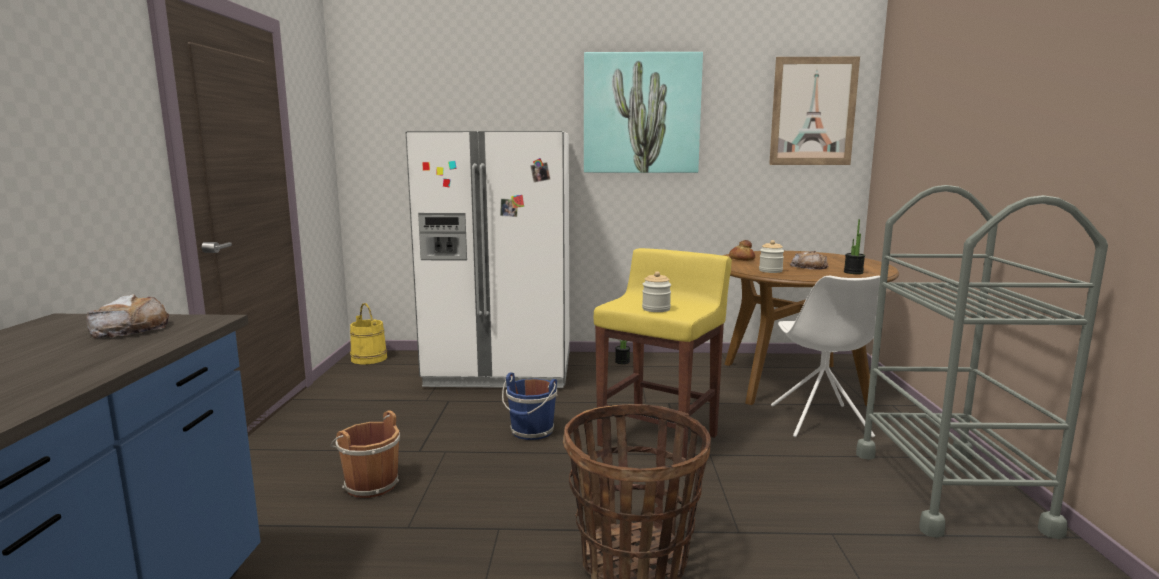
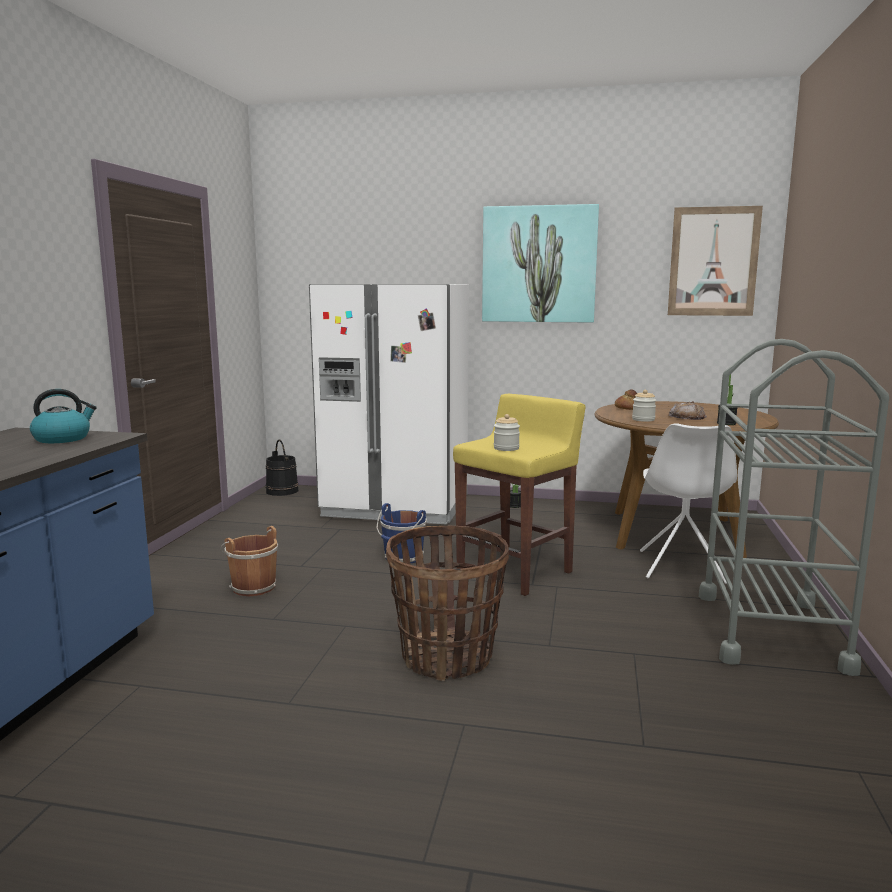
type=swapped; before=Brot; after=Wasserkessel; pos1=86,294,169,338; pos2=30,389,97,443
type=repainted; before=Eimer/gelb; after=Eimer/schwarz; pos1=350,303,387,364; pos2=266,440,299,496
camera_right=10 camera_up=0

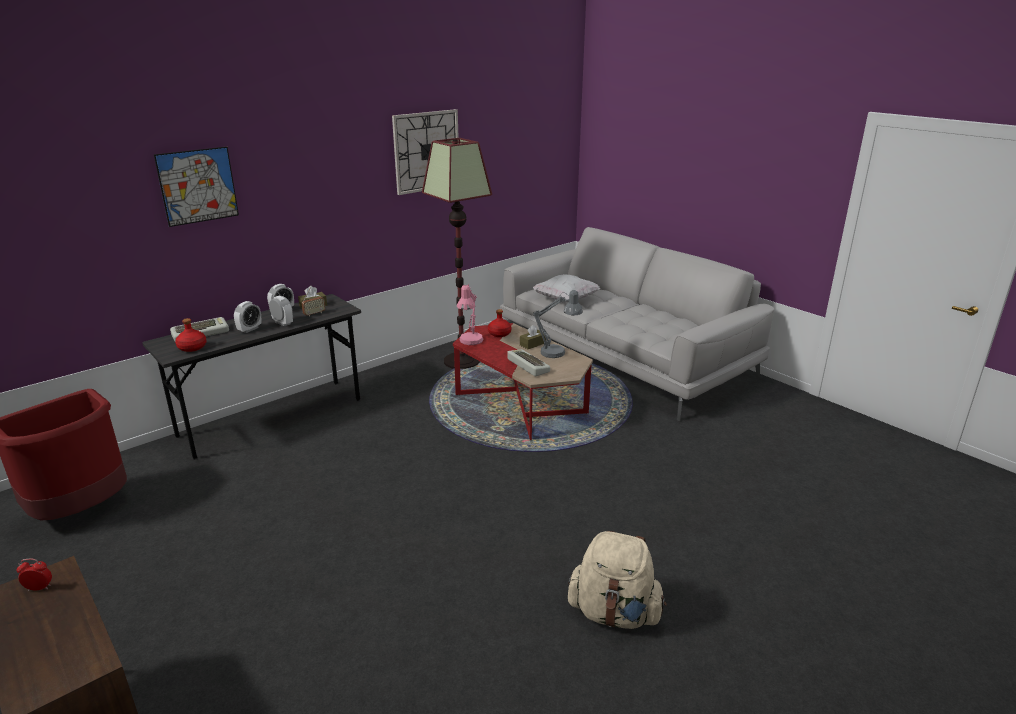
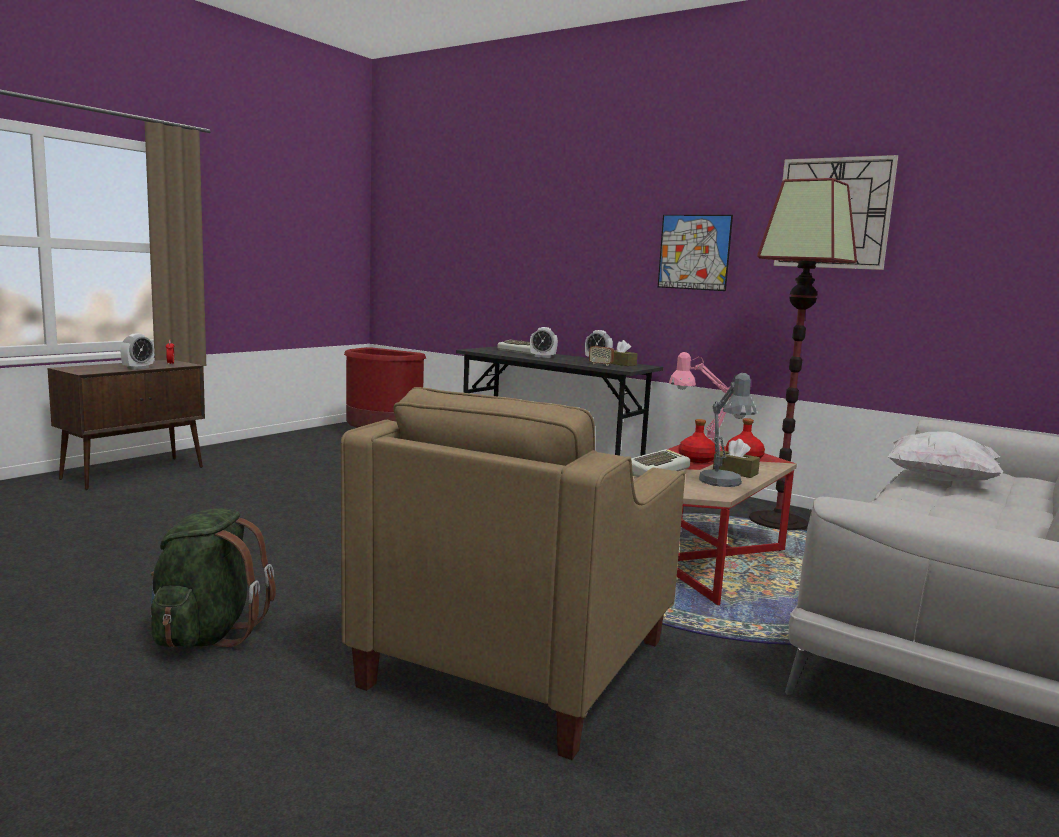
type=shifted; before=Bild; pos1=154,146,239,227; pos2=658,215,733,291
type=shifted; before=Flasche/rot; pos1=175,318,207,352; pos2=678,419,715,463
type=shifted; before=Wecker; pos1=269,296,293,326; pos2=120,334,154,370
type=repainted; before=Rucksack/beige; after=Rucksack/grün; pos1=568,531,667,629; pos2=151,508,276,648
type=new; after=Sessel/beige; pos2=341,387,685,760
camera_right=75 camera_up=-15

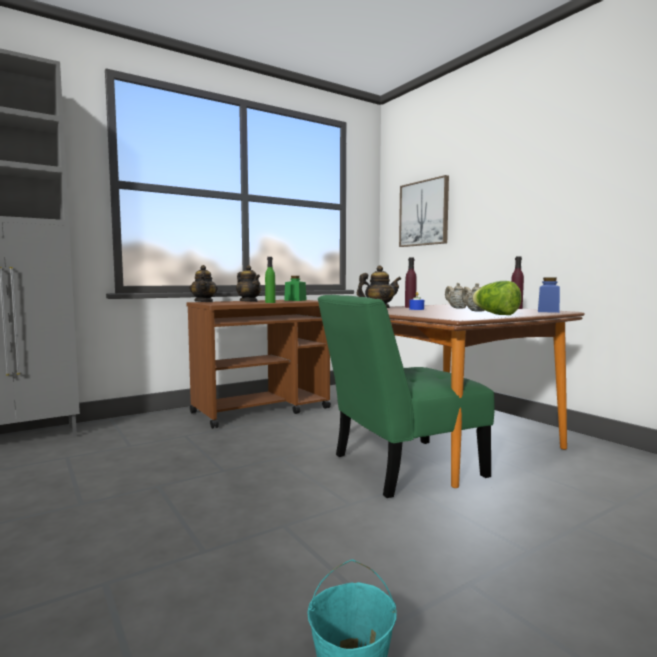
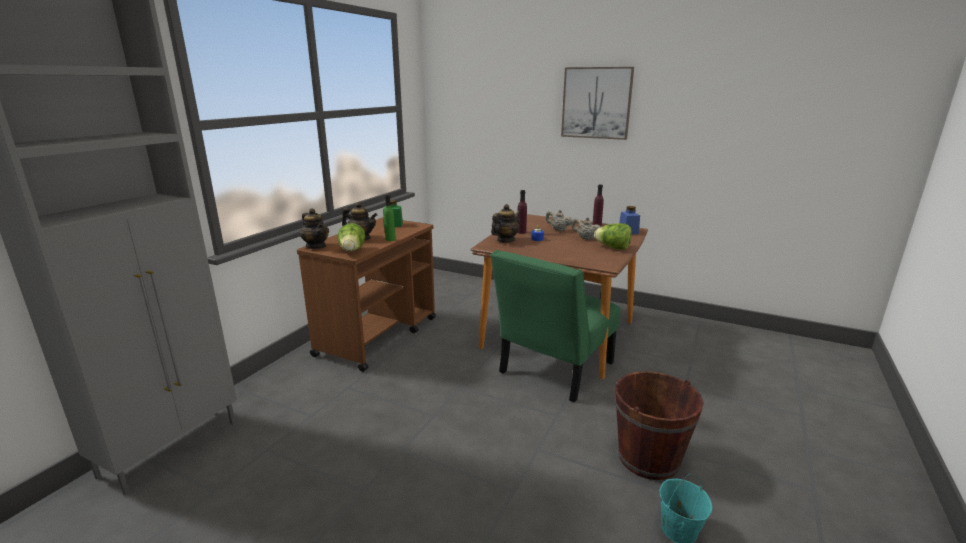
type=shifted; before=Bild; pos1=399,175,449,247; pos2=561,67,634,140
type=new; after=Salatkopf; pos2=337,223,365,252
type=new; after=Eimer/braun; pos2=615,371,704,480
camera_right=-30 camera_up=15

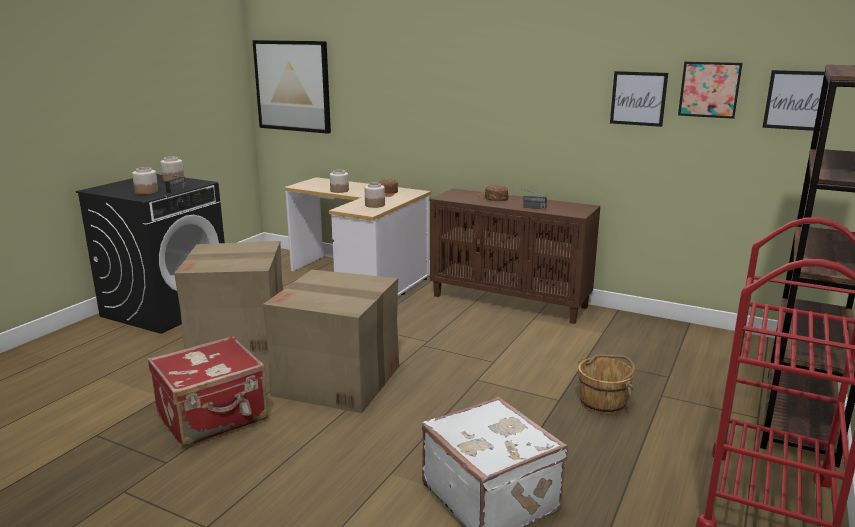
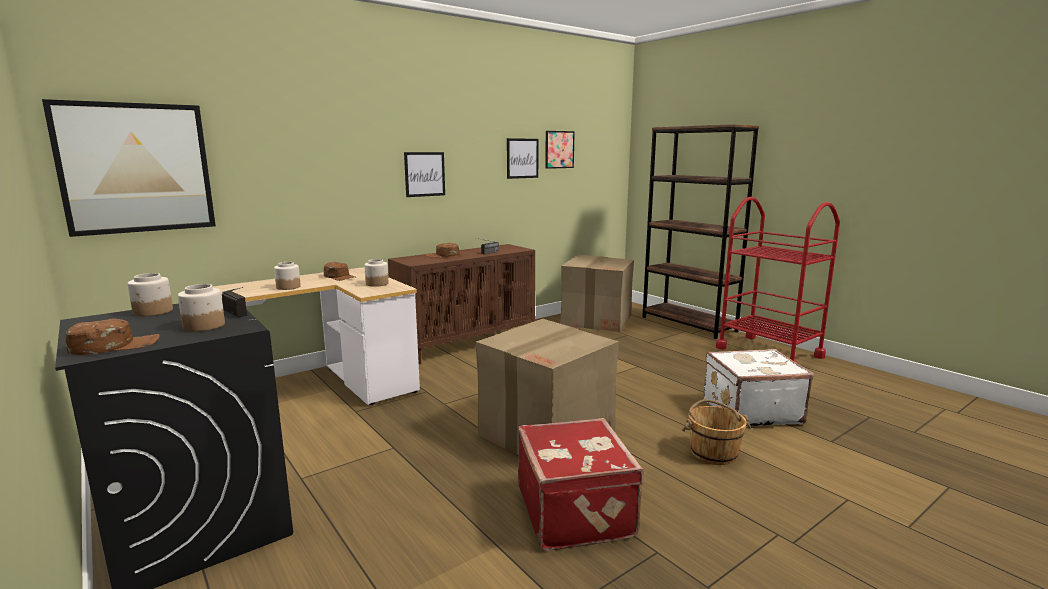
type=shifted; before=Karton; pos1=174,241,283,355; pos2=560,255,634,332
type=shifted; before=Eimer/braun; pos1=578,354,635,415; pos2=682,399,751,465
type=shifted; before=Bild; pos1=762,70,829,131; pos2=404,152,445,197
type=new; after=Kappe/braun; pos2=65,319,160,355
camera_right=-65 camera_up=-5

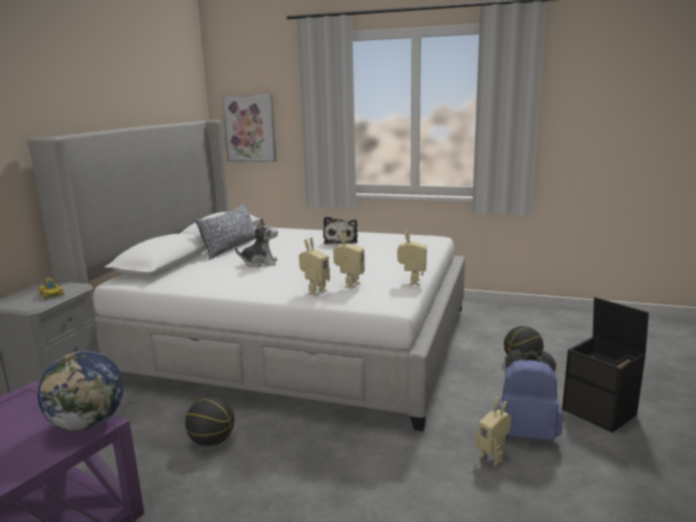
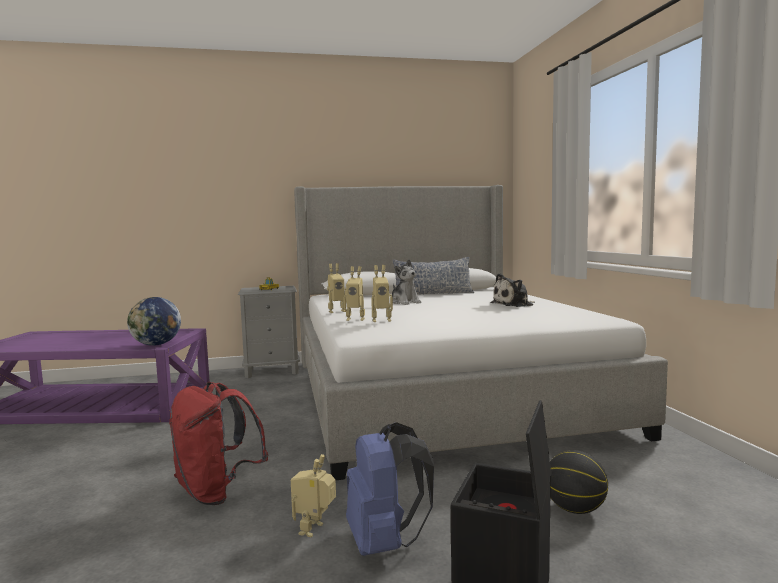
type=gone; before=Basketball; pos1=185,397,234,446
type=gone; before=Bild; pos1=222,95,277,162
type=shifted; before=Spielzeugroboter; pos1=397,230,427,285; pos2=327,263,347,313
type=new; after=Rucksack/rot; pos2=169,382,268,505
camera_right=60 camera_up=-10

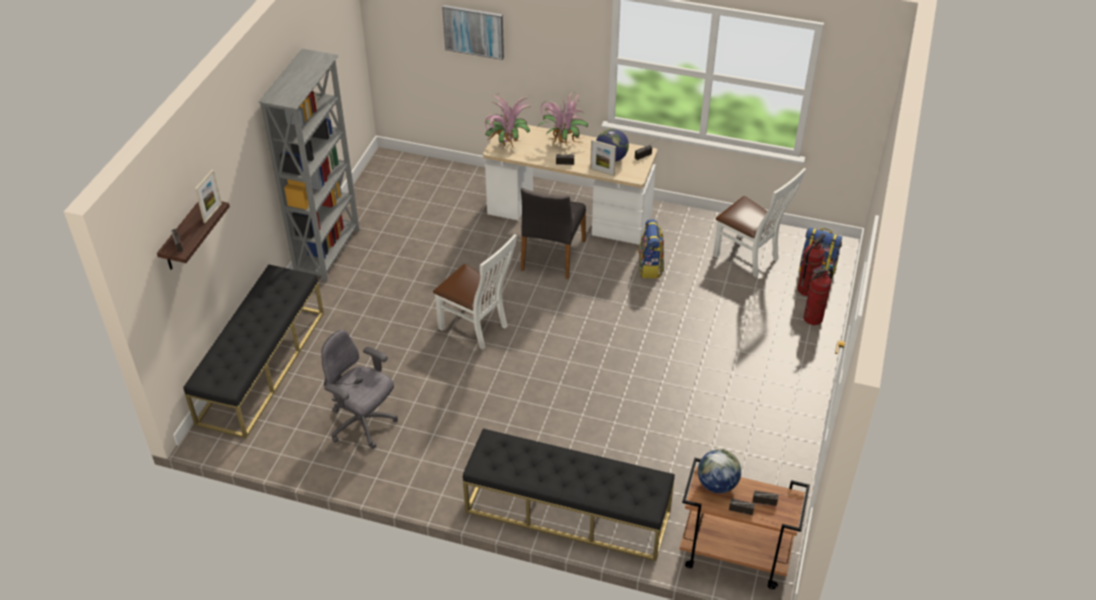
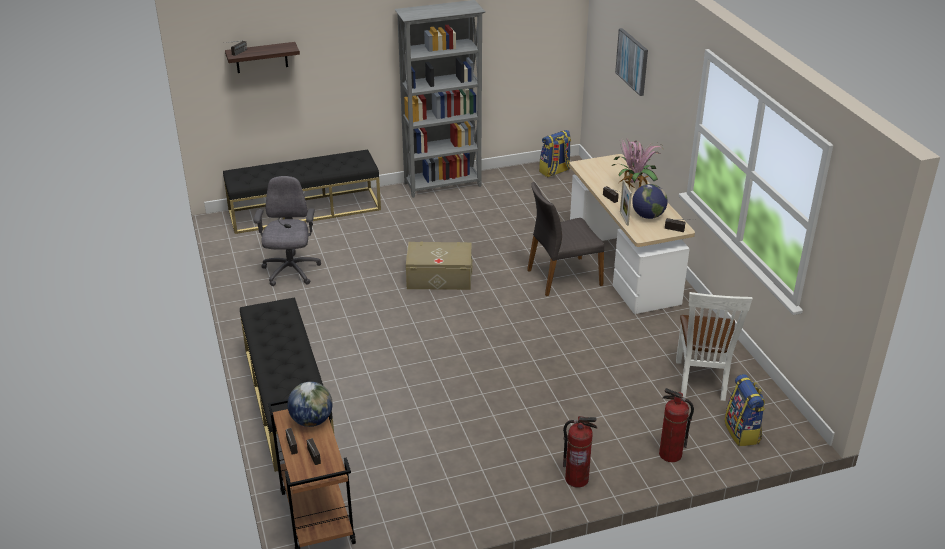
type=gone; before=Bilderrahmen; pos1=195,170,222,223
type=swapped; before=Stuhl/weiß; after=Aufbewahrungsbox/beige; pos1=433,234,517,350; pos2=406,242,472,290
type=gone; before=Topfpflanze; pos1=485,94,531,149
type=shifted; before=Rucksack; pos1=638,219,664,278; pos2=539,130,571,177
type=shifted; before=Feuerlöscher; pos1=797,233,825,296; pos2=563,416,597,488
camera_right=55 camera_up=-10

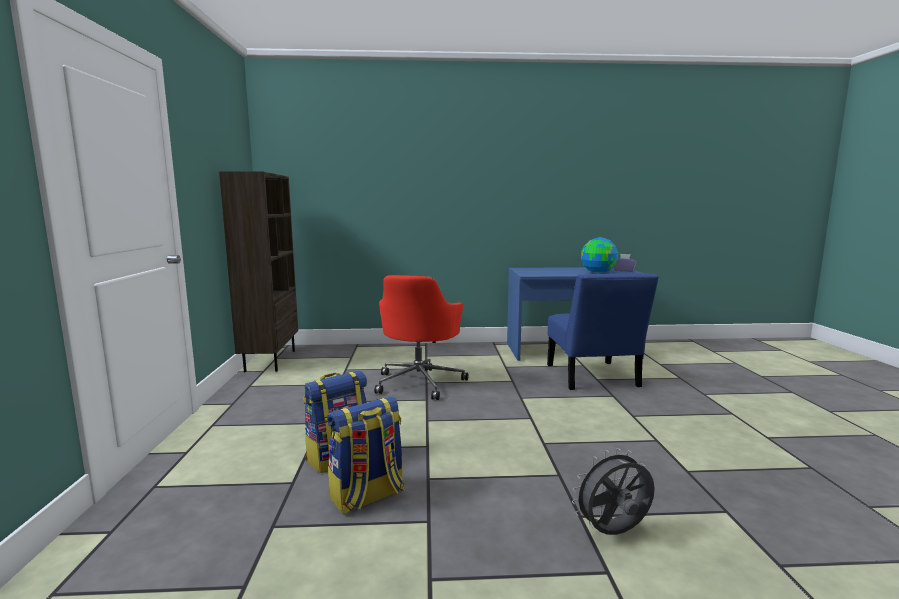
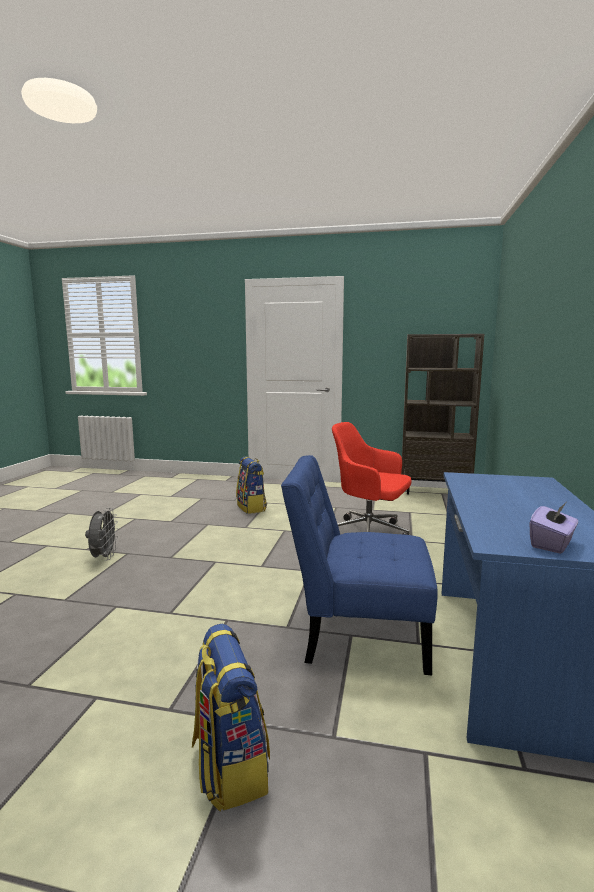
type=shifted; before=Rucksack; pos1=327,396,404,514; pos2=192,624,270,811
type=gone; before=Globus; pos1=581,238,618,273
camera_right=105 camera_up=0

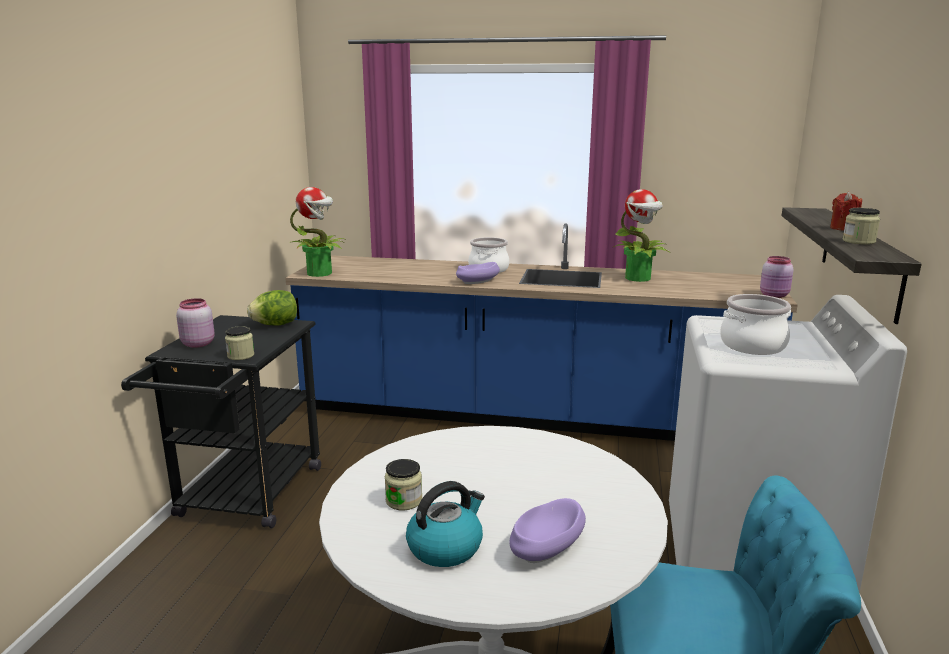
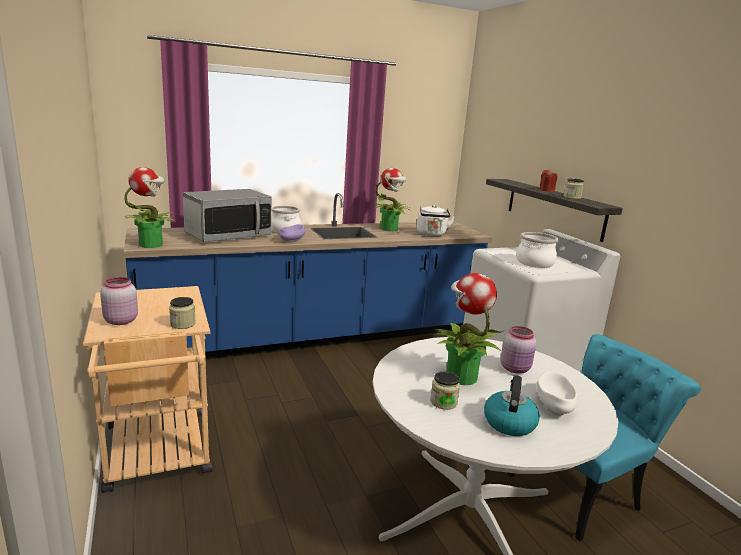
type=repainted; before=Rollwagen/schwarz; after=Rollwagen/beige; pos1=121,315,321,529; pos2=83,286,212,493
type=gone; before=Salatkopf; pos1=247,290,297,326
type=repainted; before=Schüssel/lila; after=Schüssel/weiß; pos1=509,498,586,563; pos2=537,371,577,416
type=shifted; before=Vorratsglas/rosa; pos1=760,256,794,298; pos2=500,326,536,374
type=new; after=Mikrowelle; pos2=183,189,272,242
type=new; after=Wasserkessel/weiß; pos2=417,205,455,237
type=new; after=Topfpflanze; pos2=435,273,505,385
camera_right=-35 camera_up=0

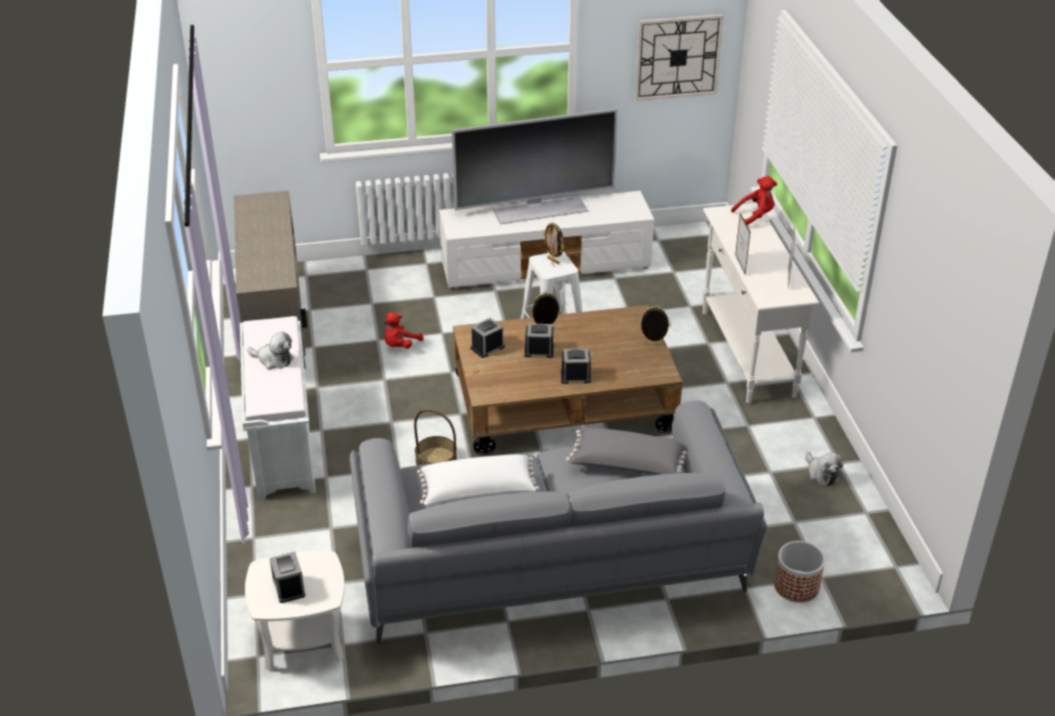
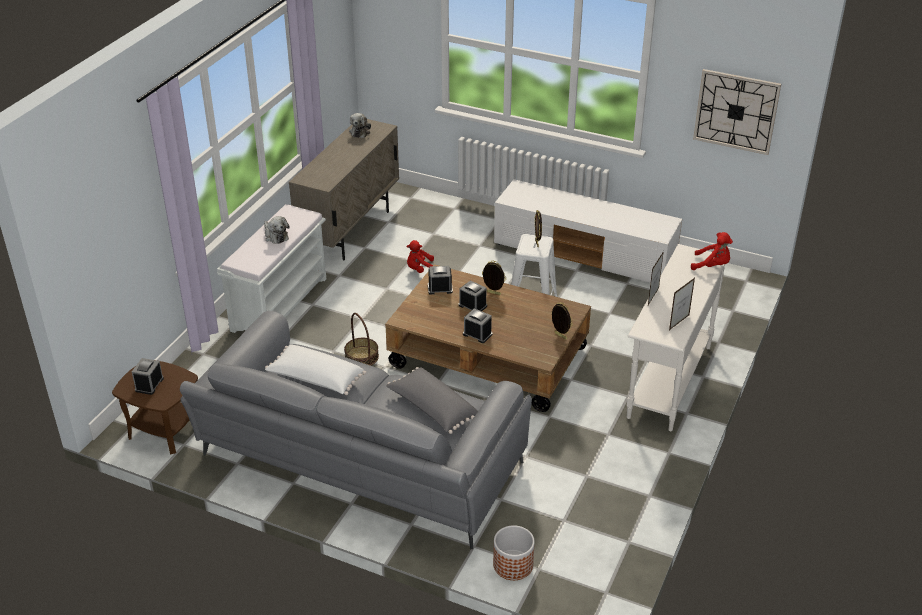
type=repainted; before=Beistelltisch/weiß; after=Beistelltisch/braun; pos1=245,551,345,672; pos2=112,360,198,455
type=gone; before=Fernseher; pos1=452,109,618,224
type=shifted; before=Plüschtier; pos1=806,451,843,487; pos2=349,113,371,138
camera_right=35 camera_up=0

